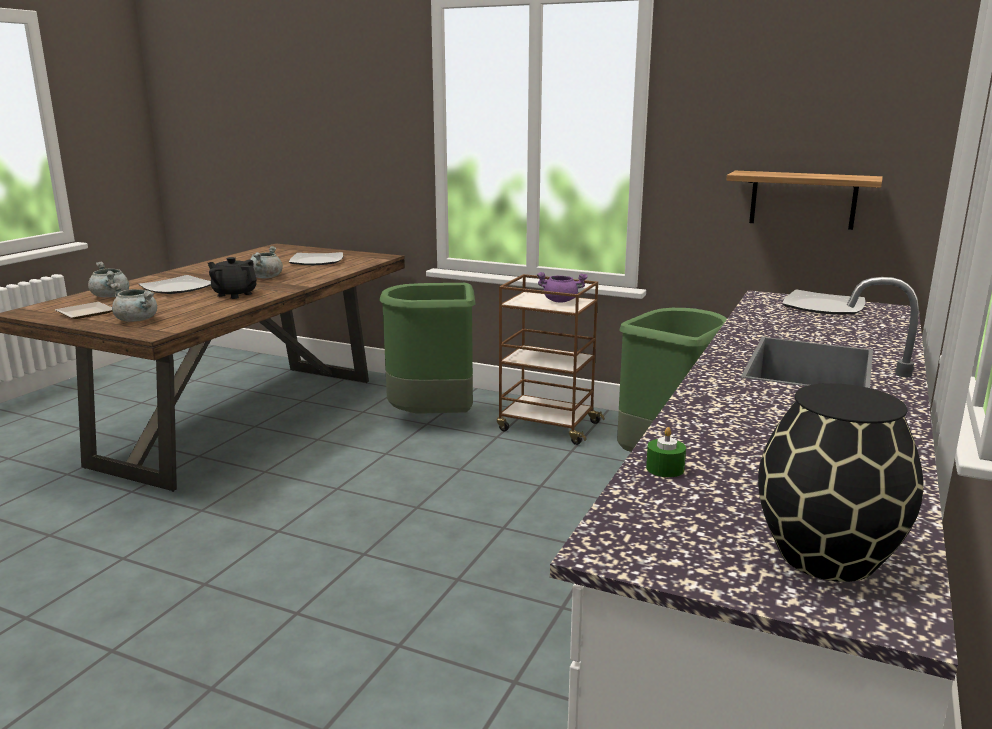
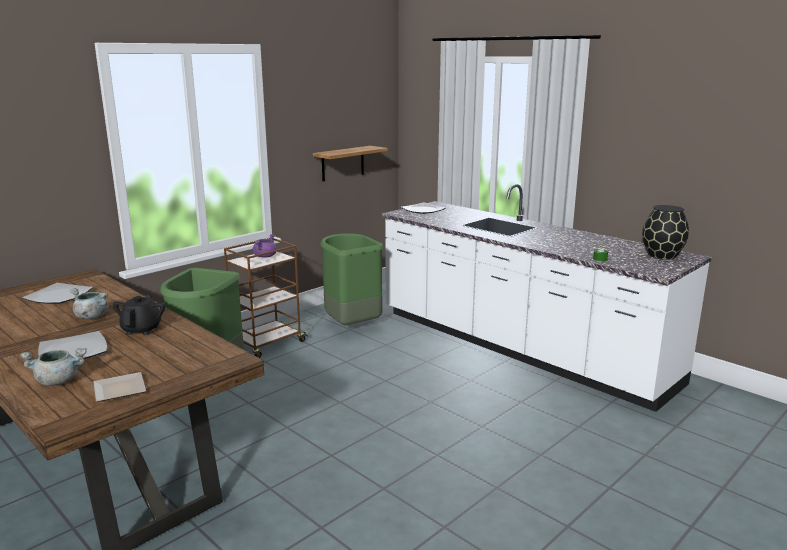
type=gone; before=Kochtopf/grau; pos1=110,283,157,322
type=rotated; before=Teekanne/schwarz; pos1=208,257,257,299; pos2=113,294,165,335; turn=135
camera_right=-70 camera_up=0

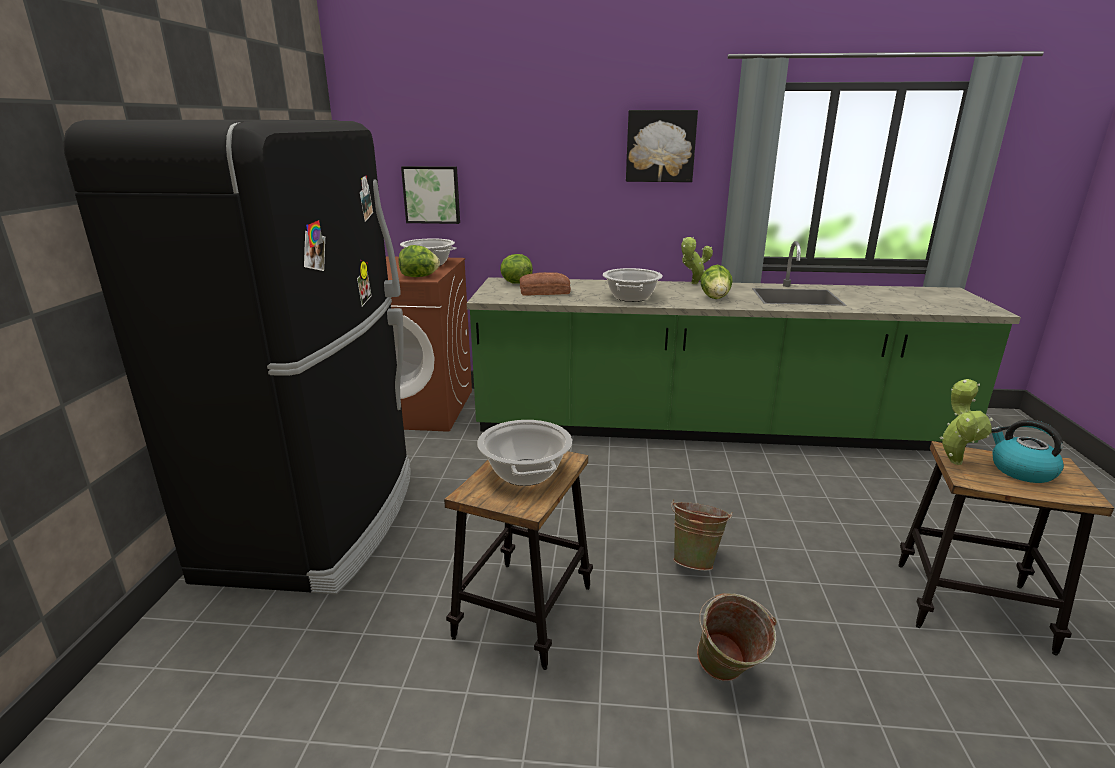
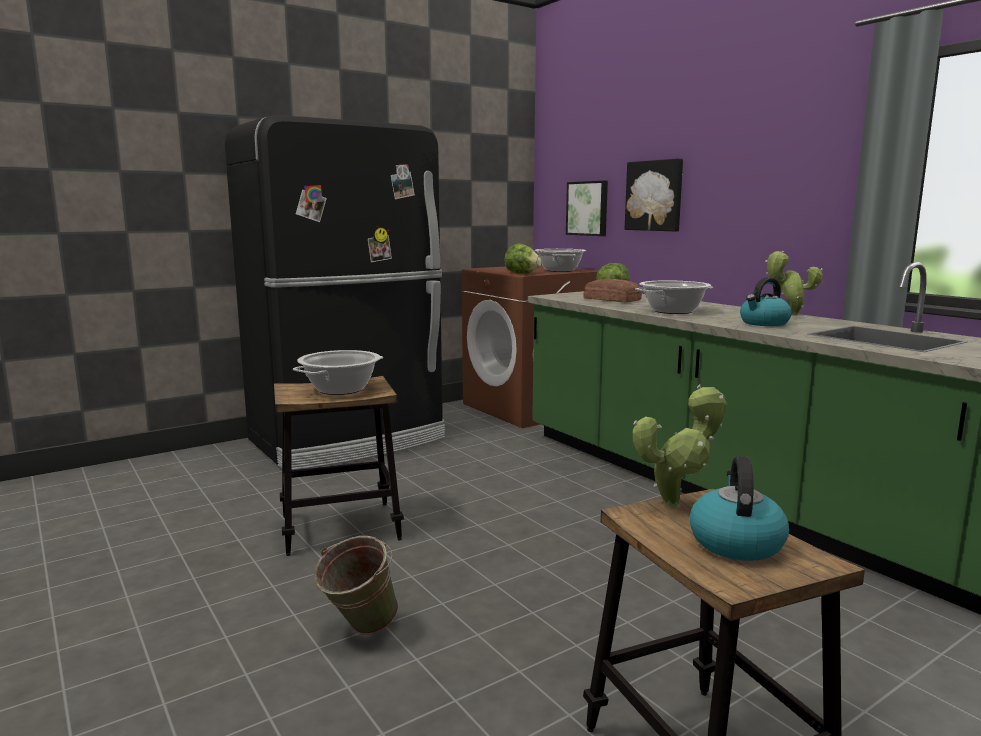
type=shifted; before=Bild; pos1=626,110,698,182; pos2=625,158,683,232
type=gone; before=Eimer/grün; pos1=671,499,732,571
type=swapped; before=Salatkopf; after=Wasserkessel; pos1=700,265,733,299; pos2=740,277,792,326
camera_right=50 camera_up=-10

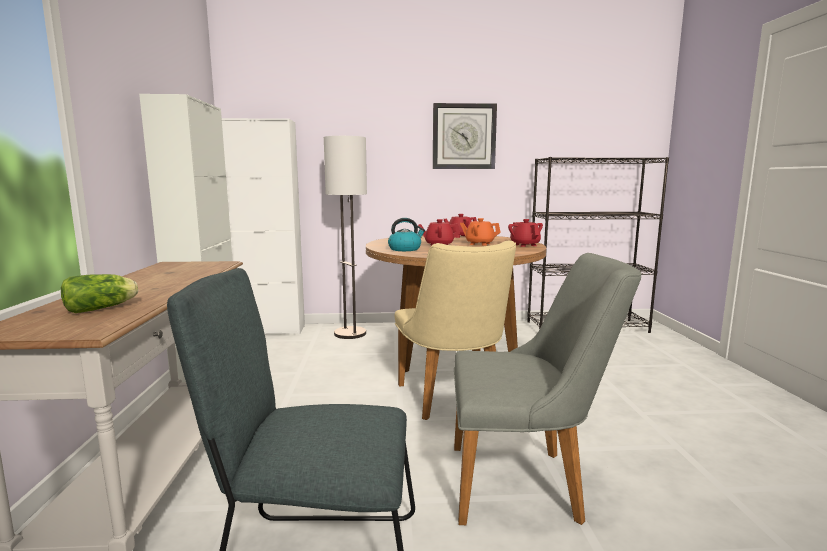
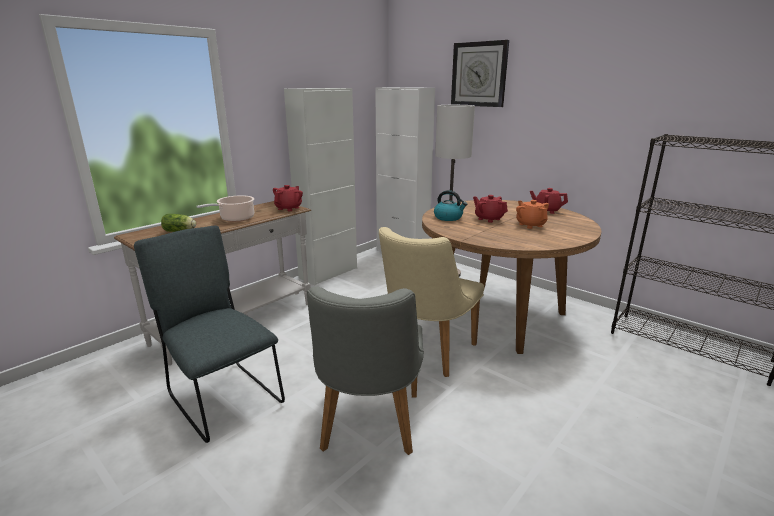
type=shifted; before=Wanduhr; pos1=433,103,497,169; pos2=451,40,509,107
type=rotated; before=Stuhl/grau; pos1=454,253,642,525; pos2=307,287,424,455; turn=45
type=shifted; before=Teekanne/rot; pos1=508,219,543,247; pos2=273,185,303,211
type=new; after=Kochtopf; pos2=196,195,254,222
camera_right=45 camera_up=10

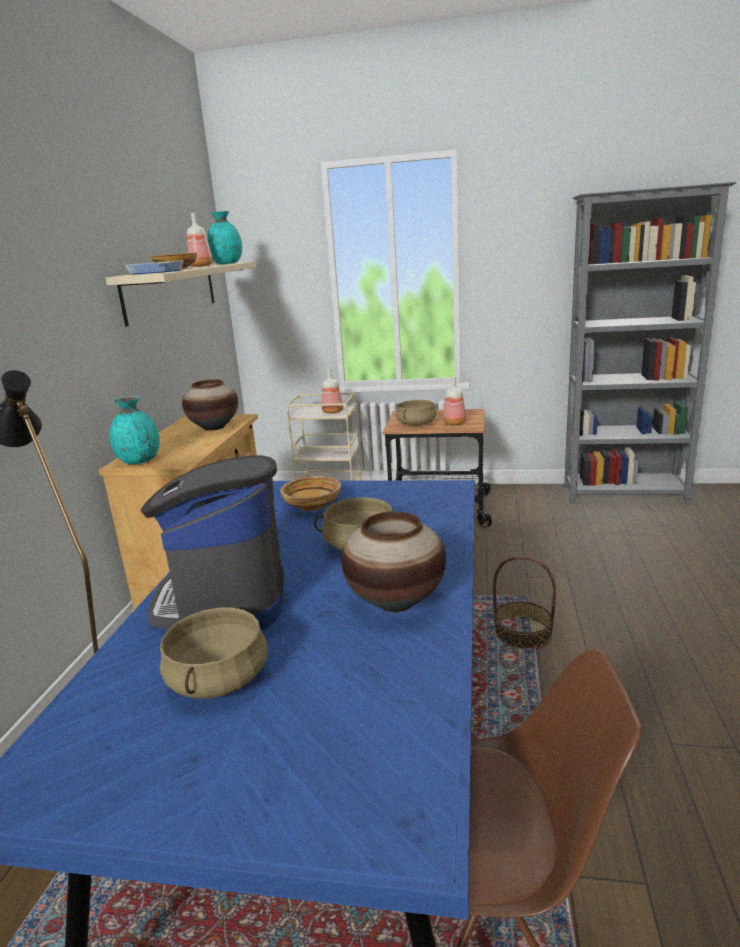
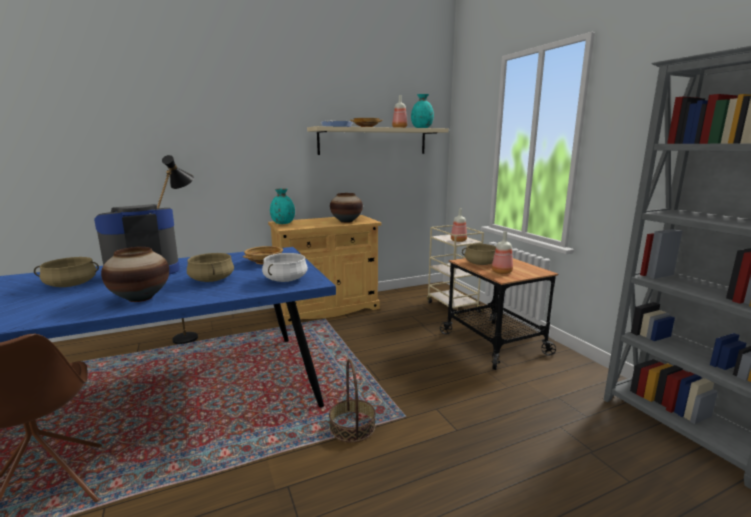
type=new; after=Kochtopf/weiß; pos2=262,253,308,282
camera_right=55 camera_up=-5

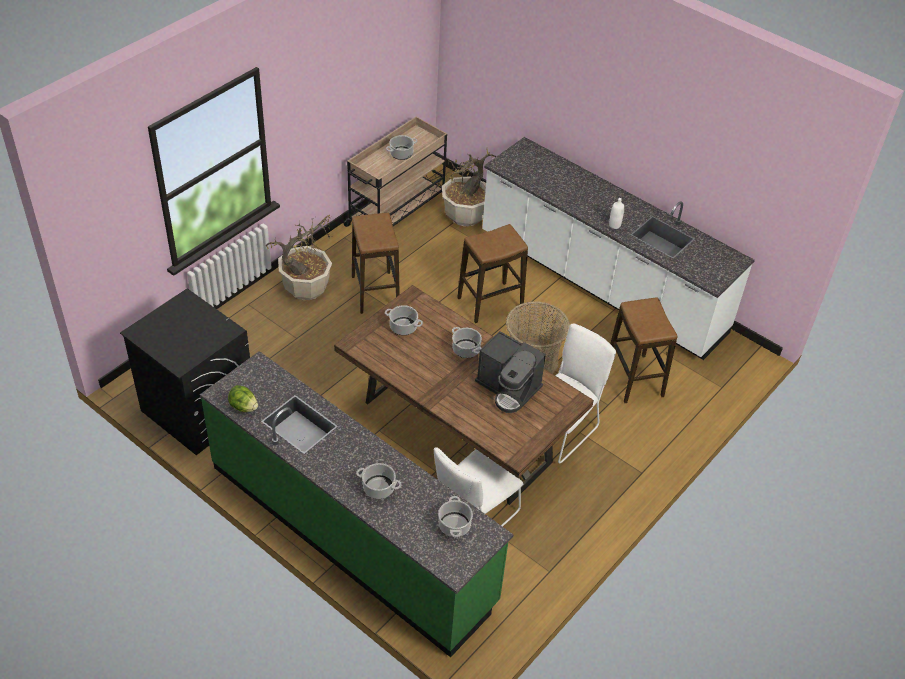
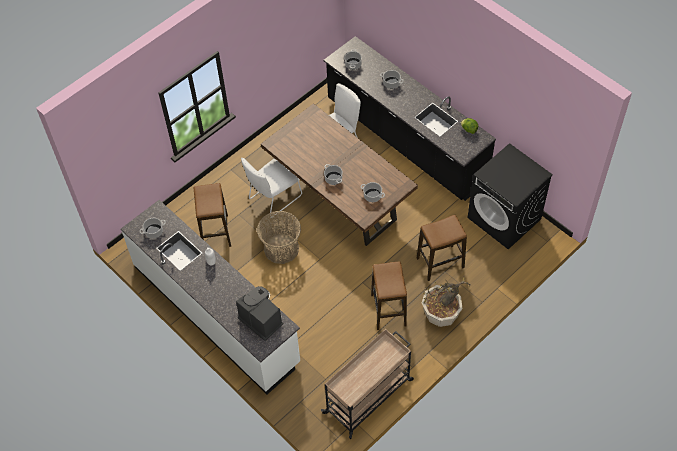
type=repainted; before=Küchenzeile/grün; after=Küchenzeile/schwarz; pos1=200,351,514,657; pos2=324,36,496,201
type=shifted; before=Kochtopf; pos1=386,135,417,160; pos2=139,218,166,238
type=gone; before=Topfpflanze; pos1=442,149,496,226
type=shifted; before=Hocker; pos1=457,224,528,323; pos2=417,215,467,281
type=shifted; before=Kaffeemaschine; pos1=475,331,546,413; pos2=236,286,284,341
camera_right=-170 camera_up=10

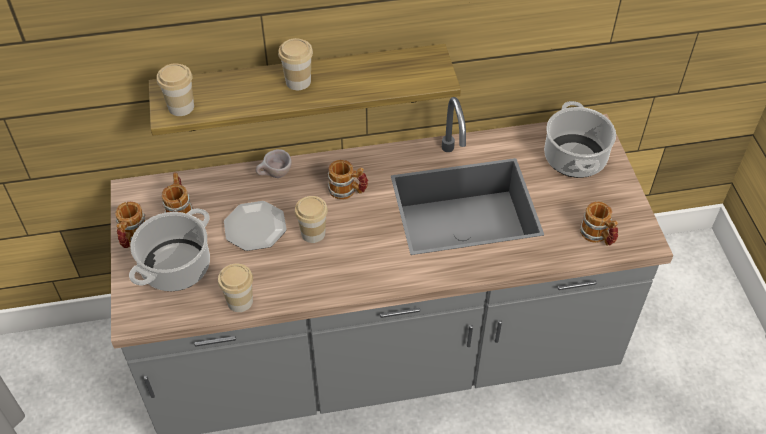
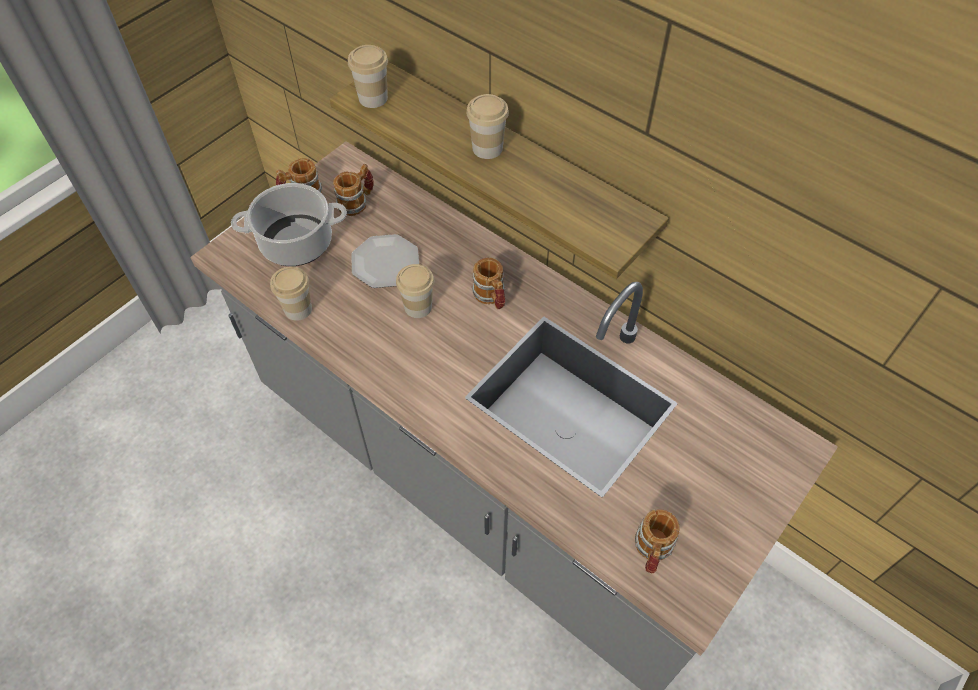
type=gone; before=Tasse/beige; pos1=256,149,292,178
type=gone; before=Kochtopf; pos1=544,101,616,178
camera_right=50 camera_up=5

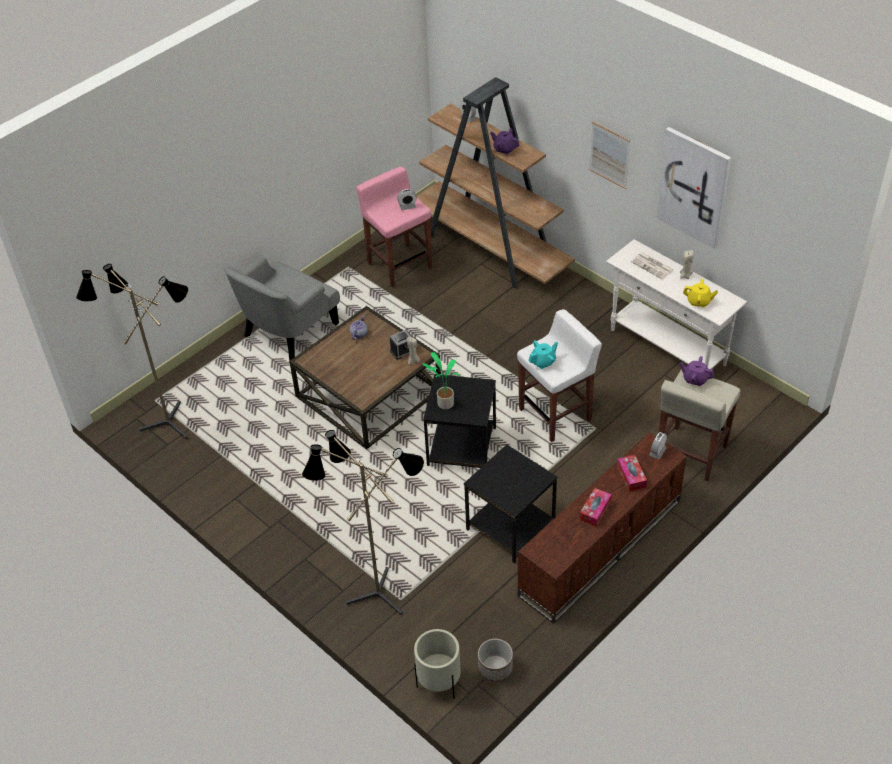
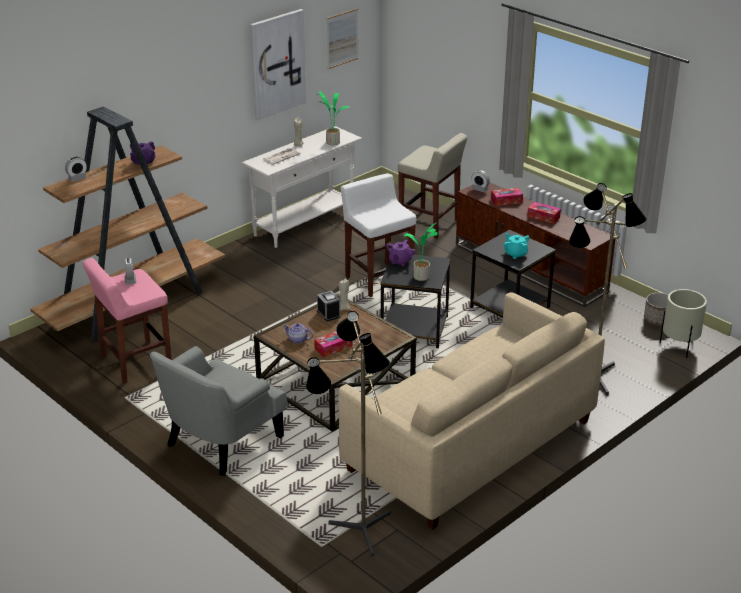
type=rotated; before=Sessel/grau; pos1=224,255,340,360; pos2=150,346,287,476; turn=90
type=shifted; before=Teekanne/türkis; pos1=528,340,558,369; pos2=504,233,530,259
type=shifted; before=Bild; pos1=589,121,630,189; pos2=326,8,359,69
type=shifted; before=Teekanne/lila; pos1=679,356,714,386; pos2=386,240,415,266
type=swapped; before=Teekanne/gelb; after=Topfpflanze; pos1=683,279,718,308; pos2=317,91,349,145
type=new; after=Taschentuchbox; pos2=314,331,352,357
type=new; after=Sofa/beige; pos2=339,292,605,530
camera_right=-90 camera_up=-15

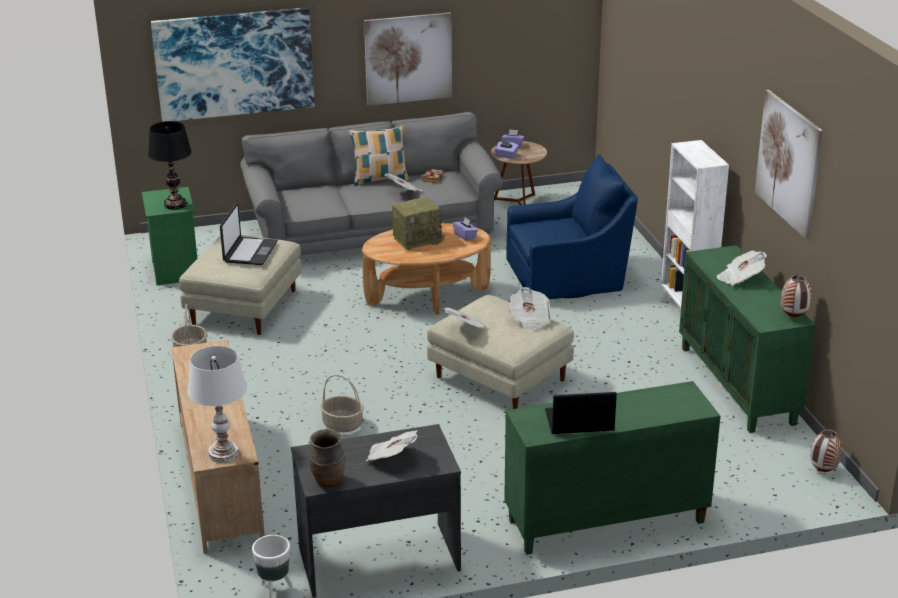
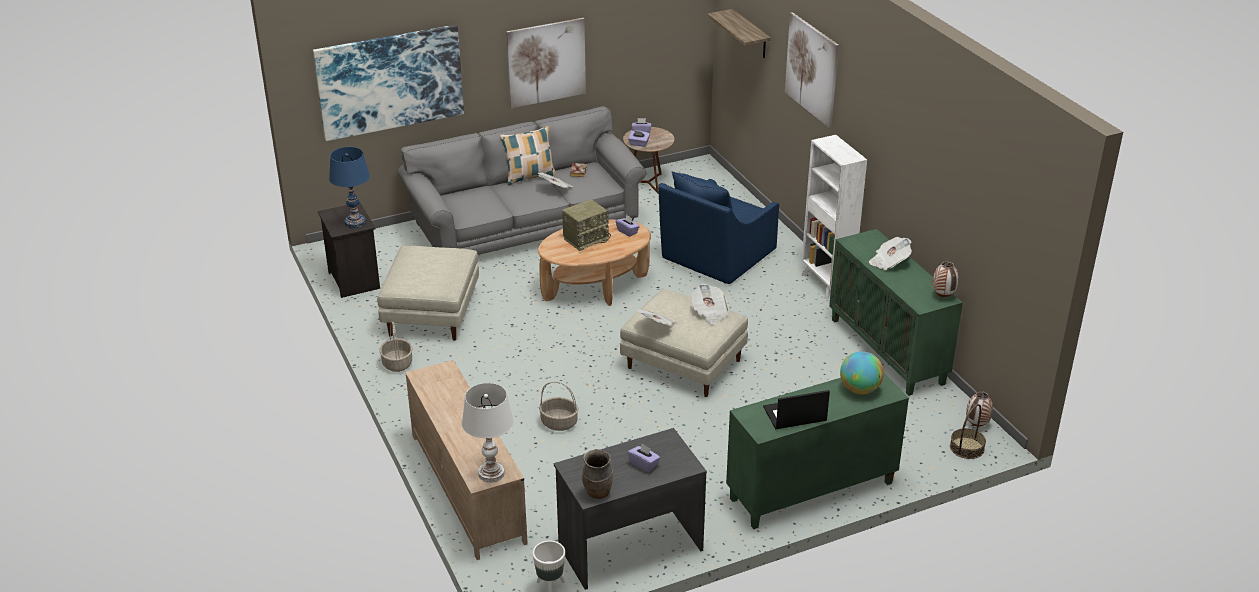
type=repainted; before=Nachttisch/grün; after=Nachttisch/schwarz; pos1=142,187,198,285; pos2=318,202,380,298
type=repainted; before=Tischlampe/schwarz; after=Tischlampe/blau; pos1=148,121,192,210; pos2=329,147,370,228
type=gone; before=Laptop; pos1=220,203,278,265
type=swapped; before=Zeitung; after=Taschentuchbox/lila; pos1=366,430,418,461; pos2=628,444,660,472
type=rotated; before=Sessel/blau; pos1=506,154,638,299; pos2=658,171,779,284; turn=150
type=shifted; before=Bild; pos1=755,90,823,239; pos2=785,12,839,128
type=new; after=Wandregal; pos2=707,9,771,58
type=new; after=Globus; pos2=840,351,884,394
type=new; after=Korb; pos2=950,404,986,459
camera_right=-10 camera_up=5

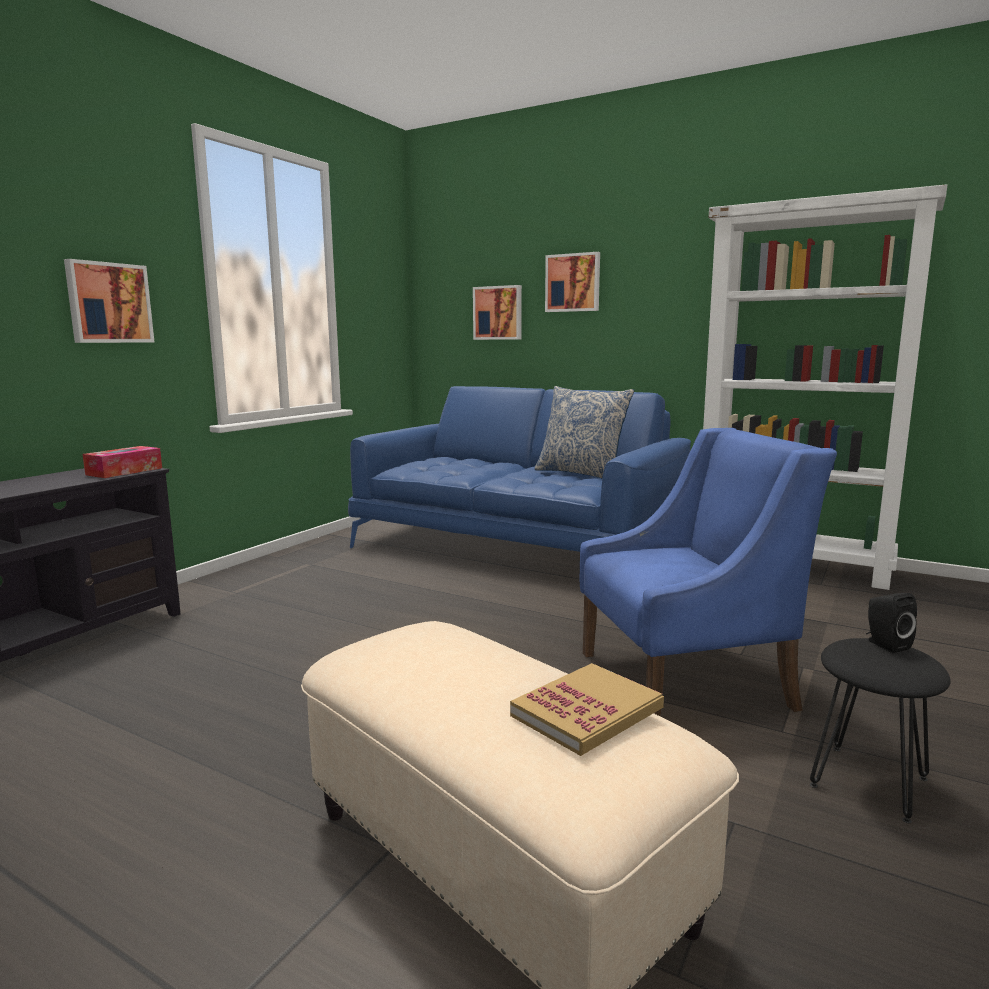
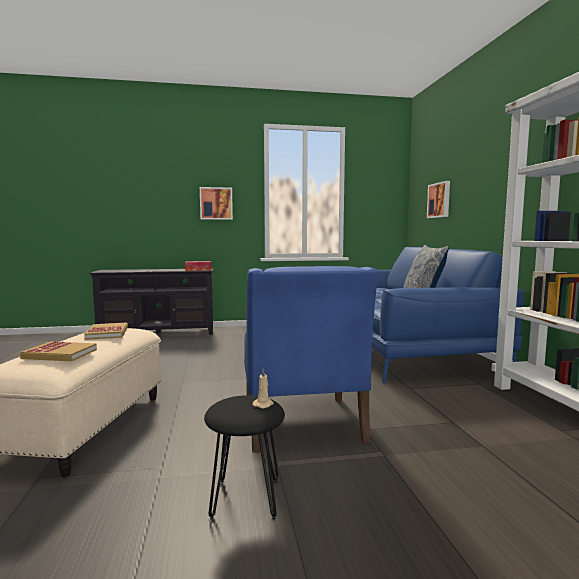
type=gone; before=Bild; pos1=545,252,600,312
type=rotated; before=Sessel/blau; pos1=580,428,837,716; pos2=244,266,379,452; turn=45
type=swapped; before=Lautsprecher/schwarz; after=Kerze/beige; pos1=866,593,917,653; pos2=253,369,274,408
type=new; after=Buch; pos2=85,322,128,340
camera_right=50 camera_up=-5

